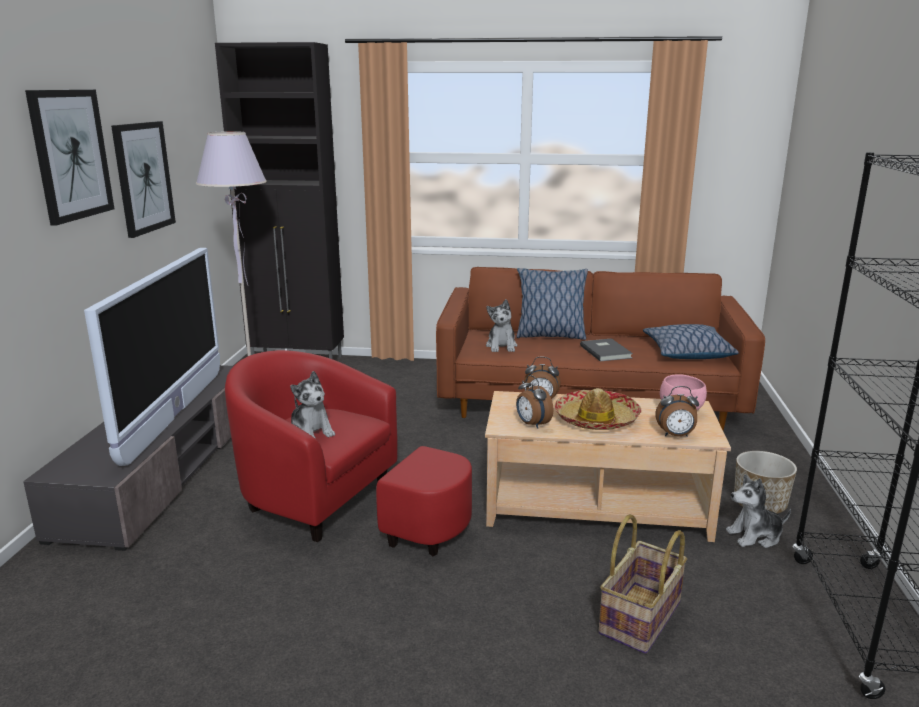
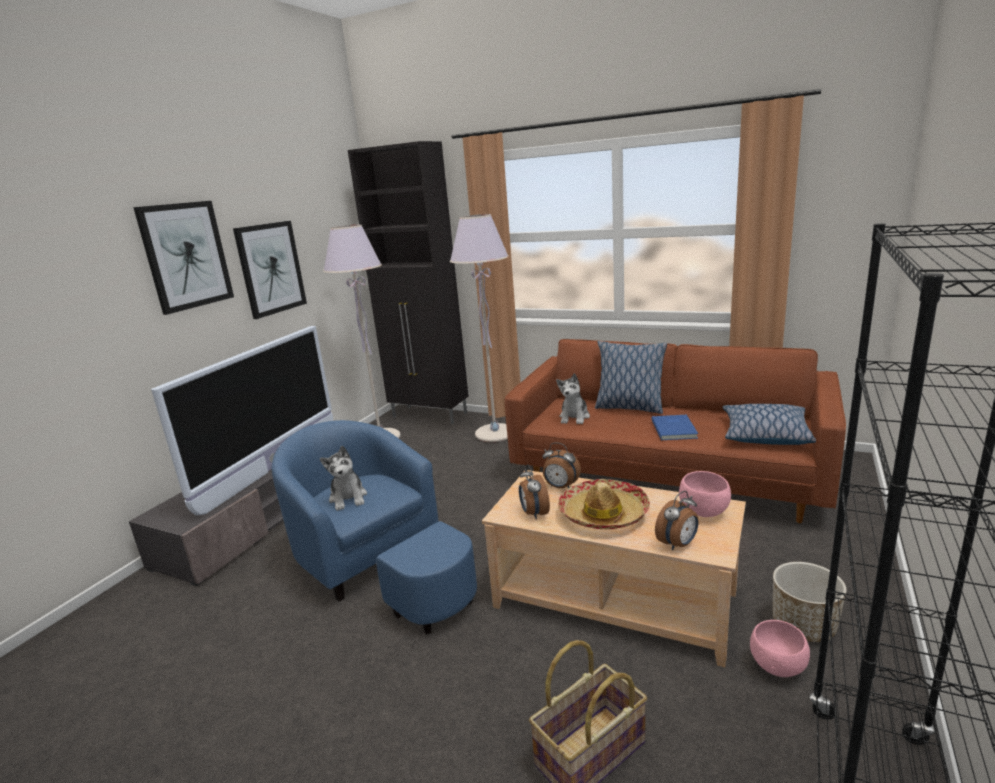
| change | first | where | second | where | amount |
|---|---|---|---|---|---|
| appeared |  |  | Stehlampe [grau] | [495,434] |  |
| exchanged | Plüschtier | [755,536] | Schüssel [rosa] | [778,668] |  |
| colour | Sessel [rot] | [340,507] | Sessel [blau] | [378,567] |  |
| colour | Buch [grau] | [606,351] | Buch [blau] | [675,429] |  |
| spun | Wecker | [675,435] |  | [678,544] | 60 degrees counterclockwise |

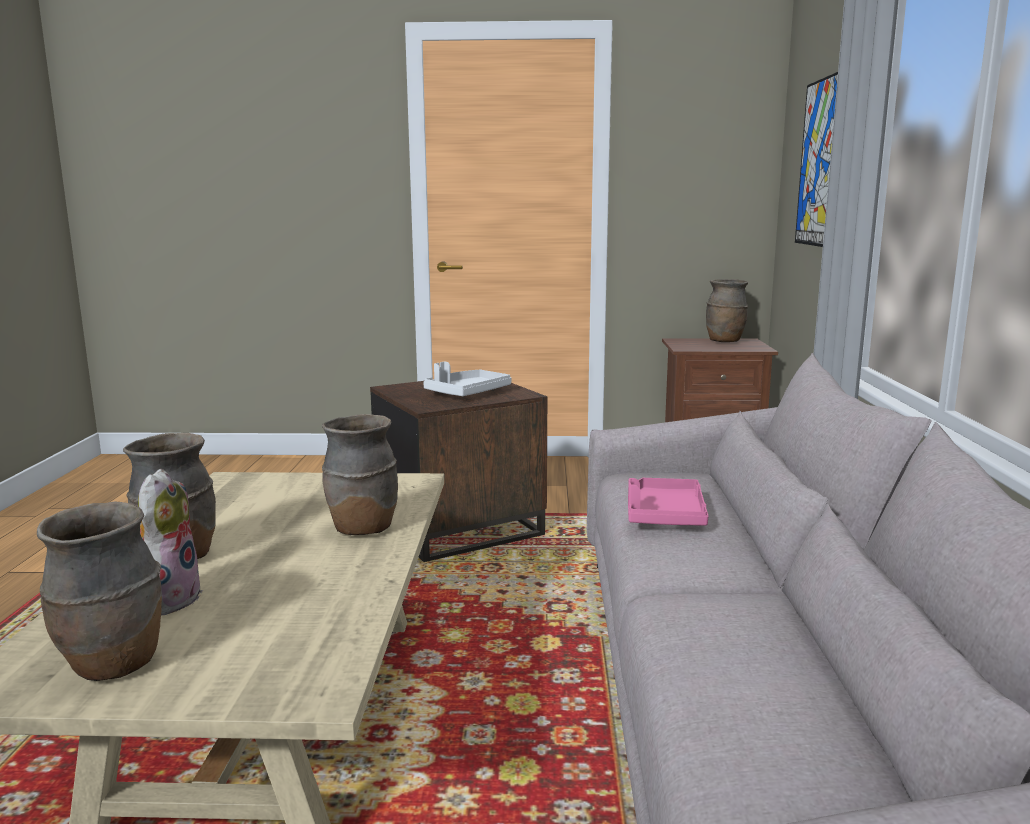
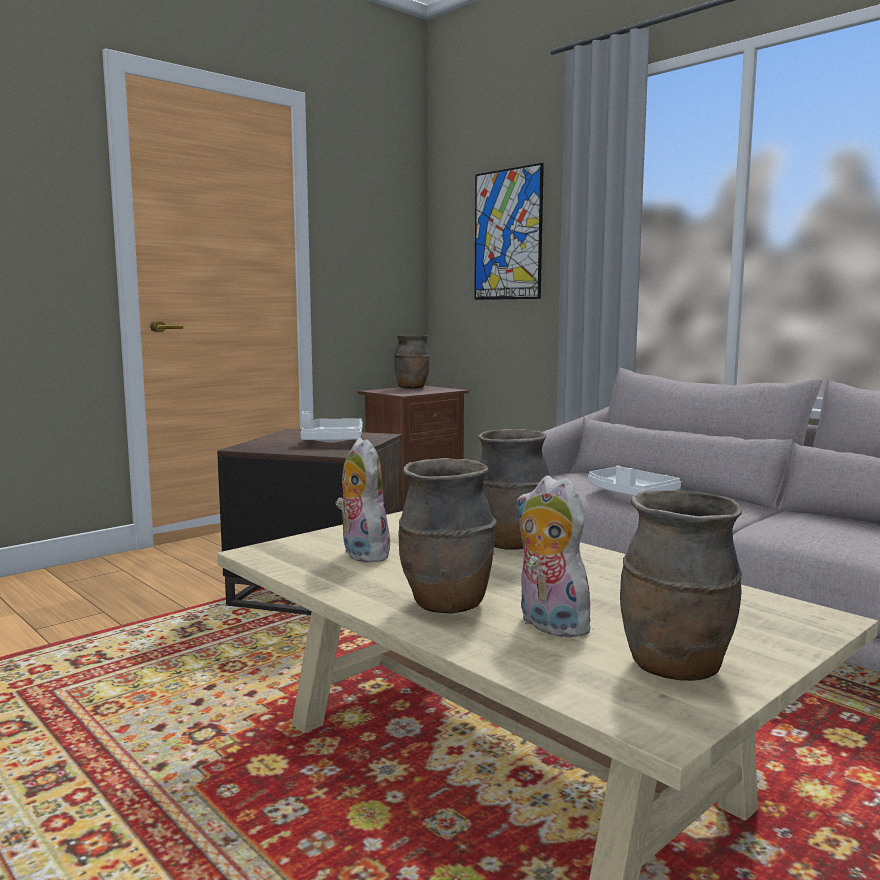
| change | first | where | second | where | amount |
|---|---|---|---|---|---|
| appeared |  |  | Plüschtier | [361,554] |  |
| colour | Tablett [rosa] | [664,515] | Tablett [weiß] | [630,494] |  |

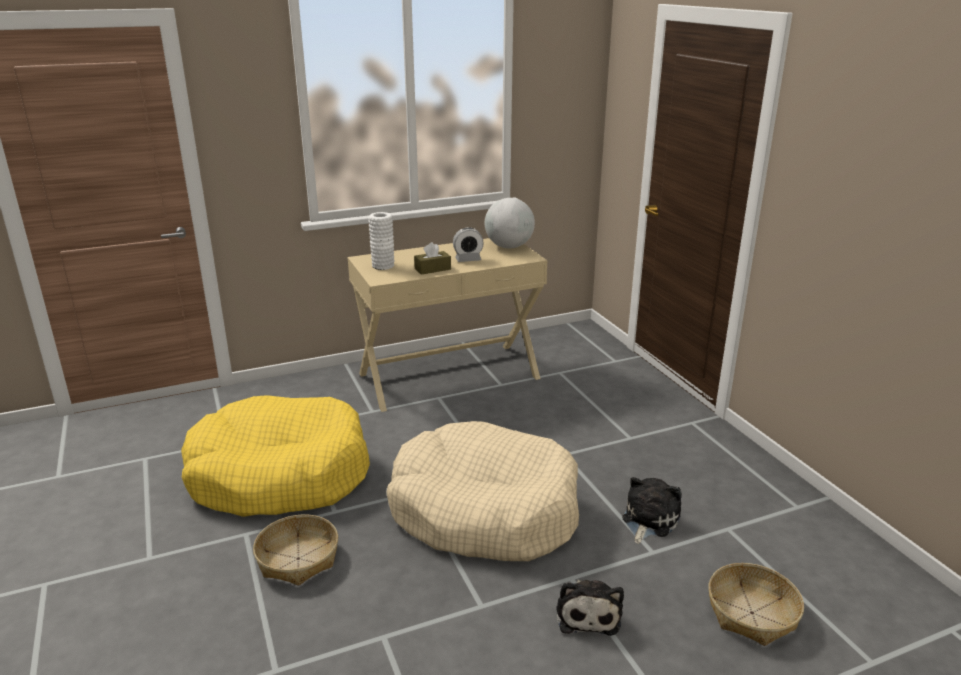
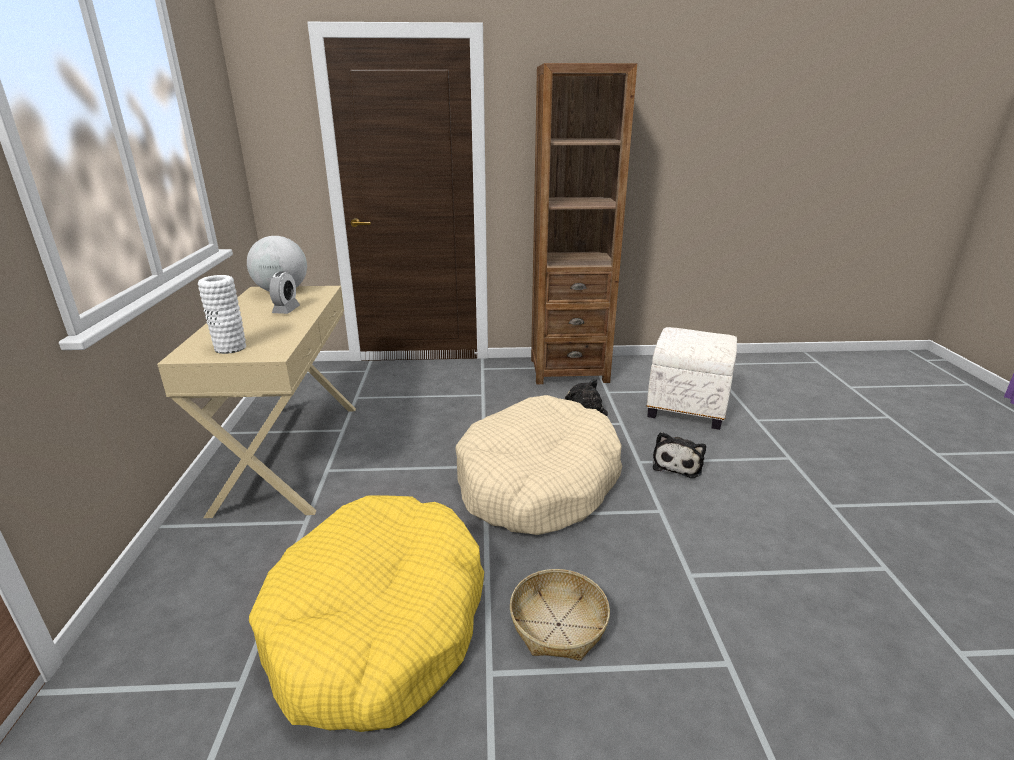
| change | first | where | second | where | amount |
|---|---|---|---|---|---|
| missing | Taschentuchbox [braun] | [432,269] |  |  |  |
| appeared |  |  | Bücherregal [braun] | [568,370] |  |
| exchanged | Korb | [752,613] | Polsterhocker [weiß] | [687,408] |  |
| spun | Plüschtier | [587,613] |  | [677,464] | 90 degrees clockwise |

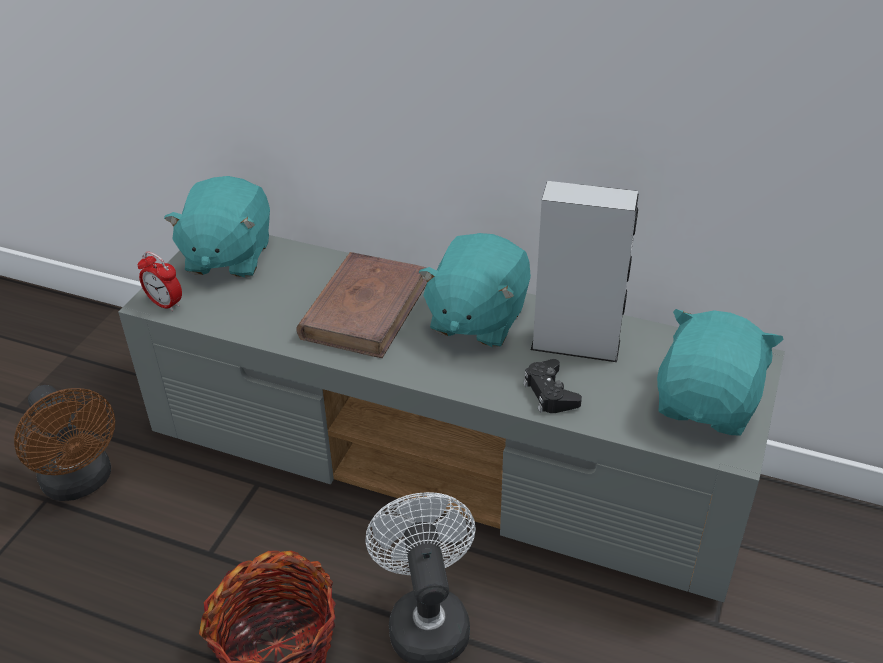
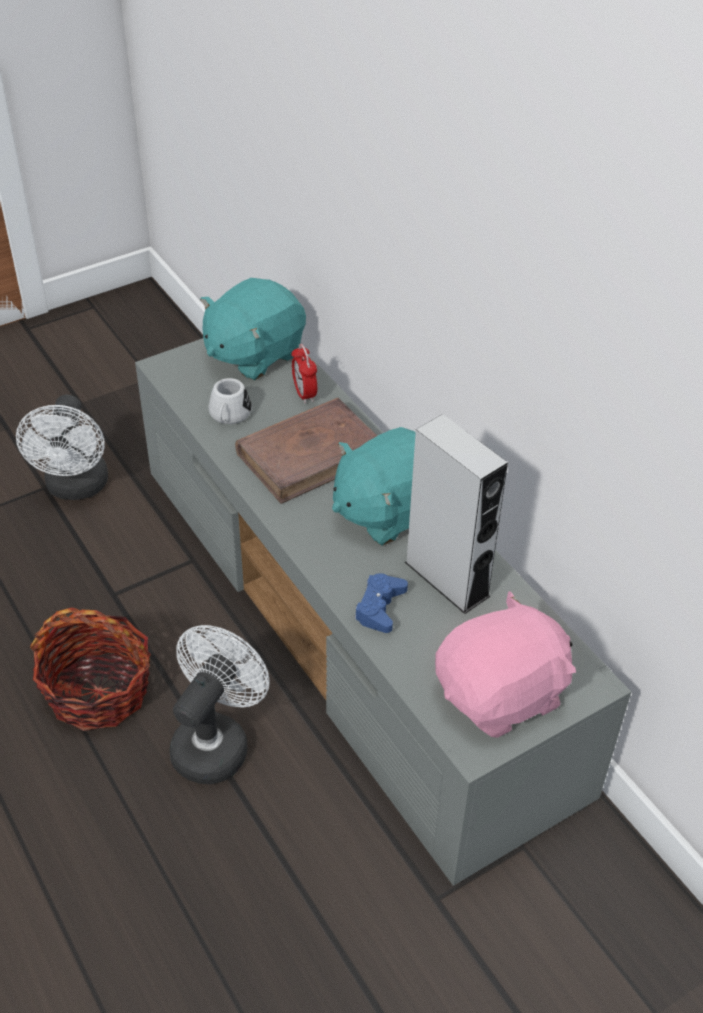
| change | first | where | second | where | amount |
|---|---|---|---|---|---|
| appeared |  |  | Henkelbecher [weiß] | [228,416] |  |
| relocated | Wecker | [165,304] |  | [304,394] |  |
| colour | Ventilator [braun] | [81,483] | Ventilator [weiß] | [76,488] |  |
| colour | Gamepad [schwarz] | [550,393] | Gamepad [blau] | [380,607] |  |
| colour | Plüschtier [türkis] | [708,404] | Plüschtier [rosa] | [501,695] |  |

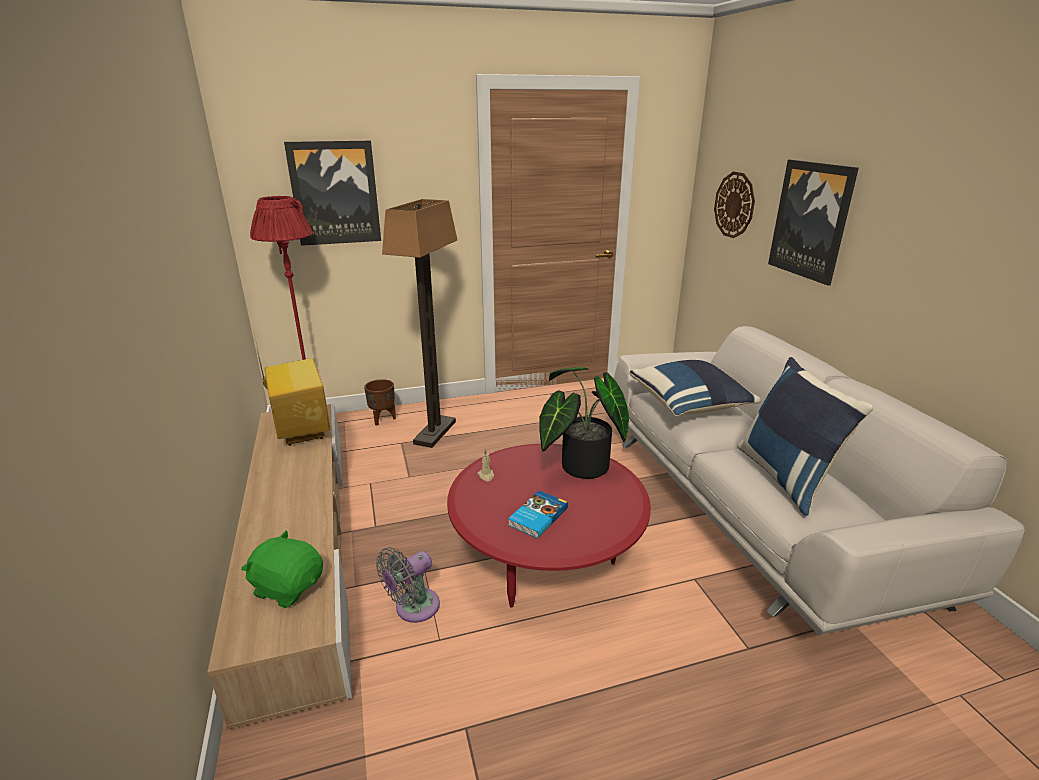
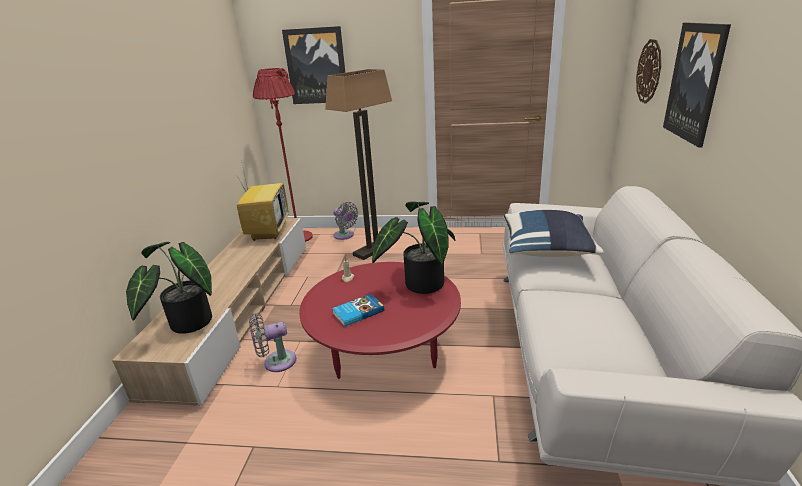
| change | first | where | second | where | amount |
|---|---|---|---|---|---|
| missing | Kissen [blau] | [786,477] |  |  |  |
| exchanged | Plüschtier [grün] | [288,587] | Topfpflanze | [186,324] |  |
| exchanged | Pflanzkübel [braun] | [383,419] | Ventilator [grau] | [345,236] |  |

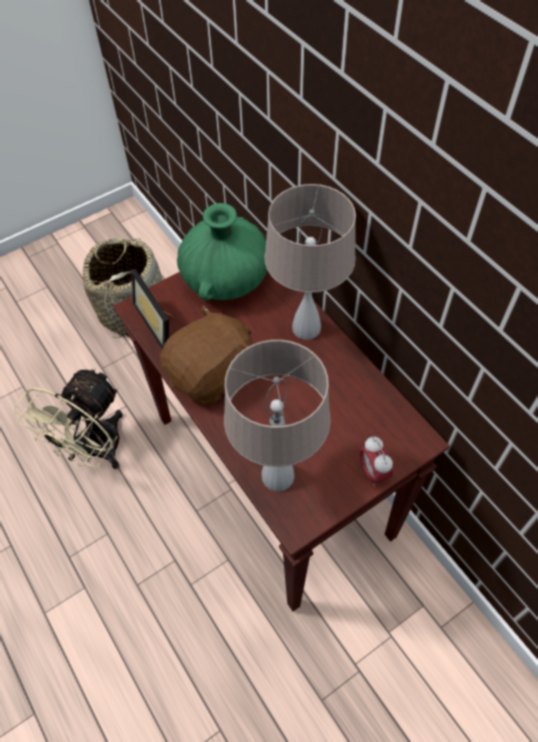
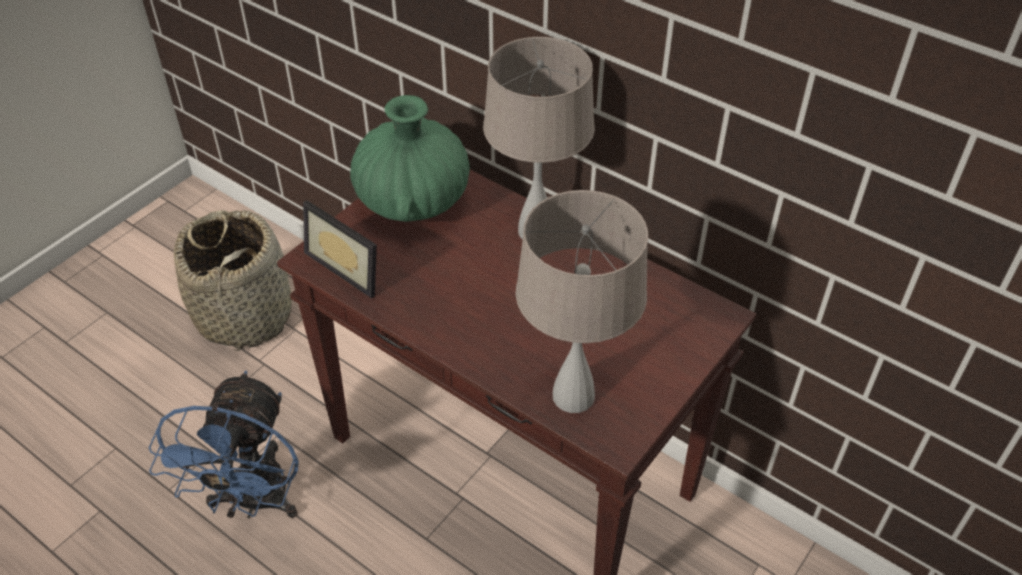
| change | first | where | second | where | amount |
|---|---|---|---|---|---|
| missing | Plüschtier [braun] | [212,374] |  |  |  |
| missing | Wecker | [373,472] |  |  |  |
| colour | Ventilator [beige] | [94,451] | Ventilator [blau] | [254,503] |  |

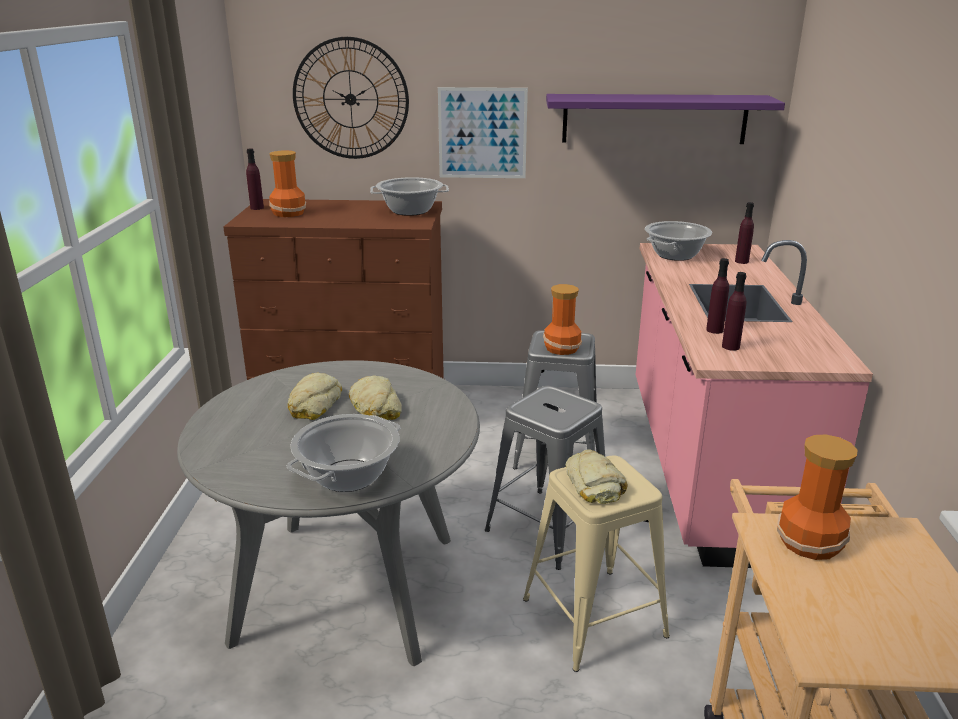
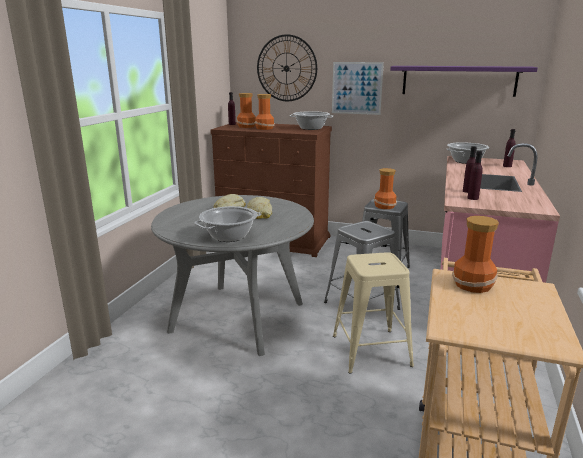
| change | first | where | second | where | amount |
|---|---|---|---|---|---|
| missing | Brot | [594,484] |  |  |  |
| appeared |  |  | Vase | [264,128] |  |

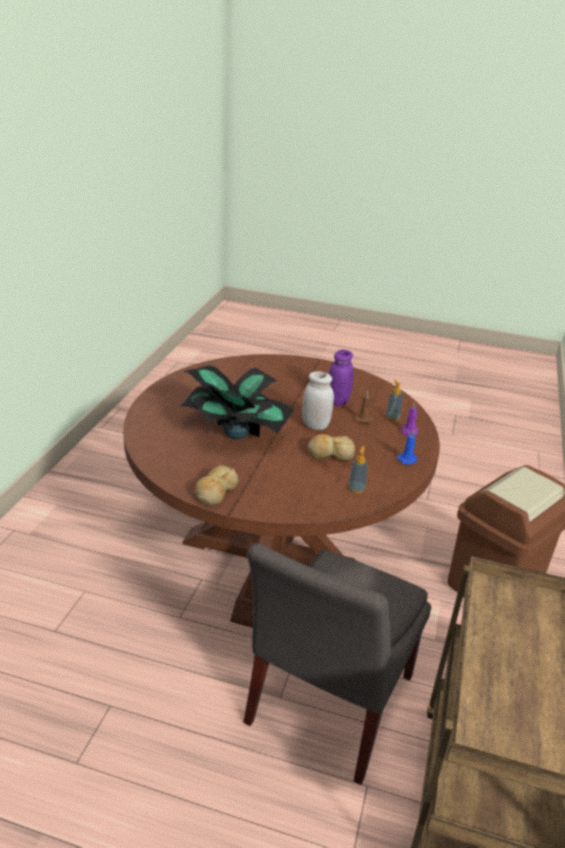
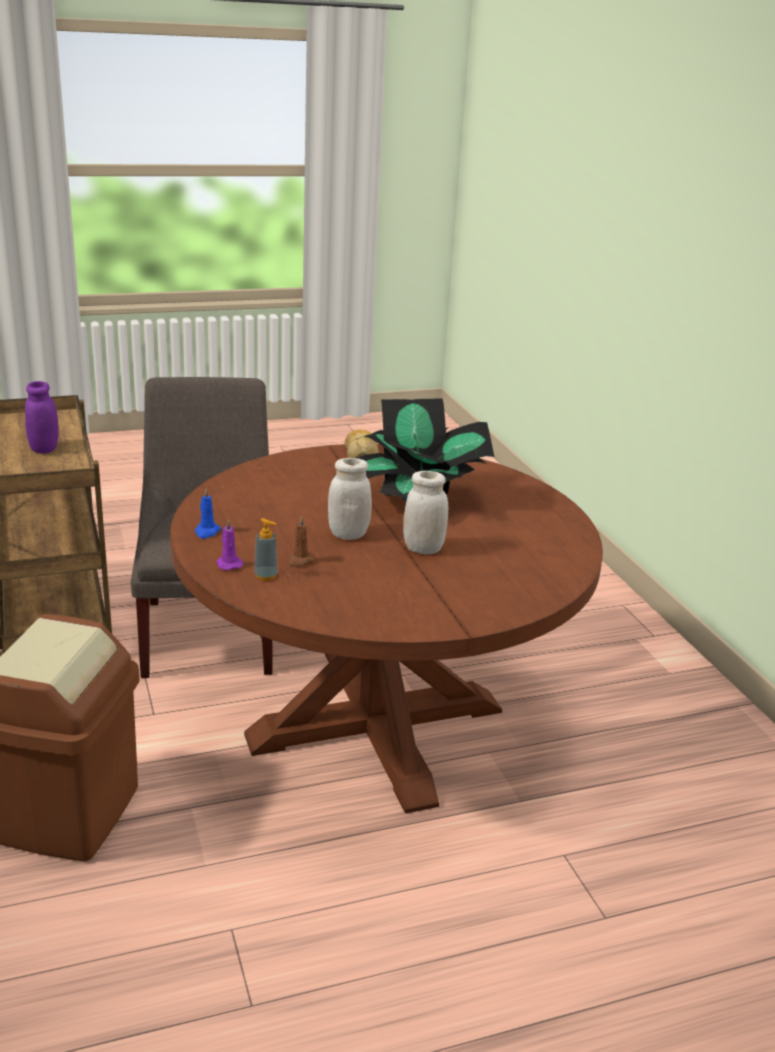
| change | first | where | second | where | amount |
|---|---|---|---|---|---|
| missing | Brot | [330,453] |  |  |  |
| missing | Seifenspender | [356,489] |  |  |  |
| appeared |  |  | Vorratsglas [weiß] | [423,549] |  |
| relocated | Vorratsglas [lila] | [337,401] |  | [44,449] |  |

